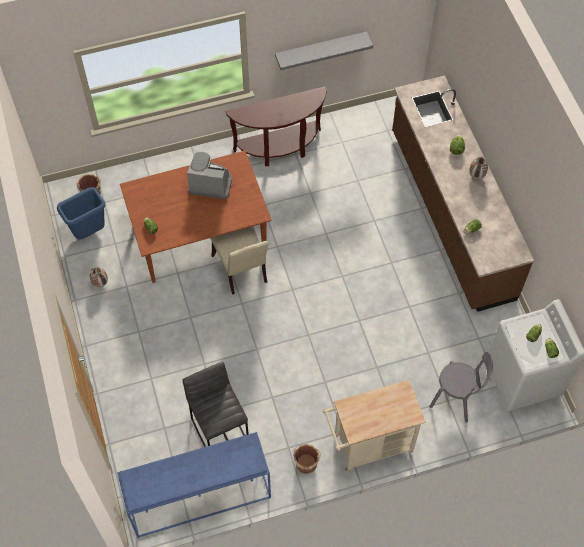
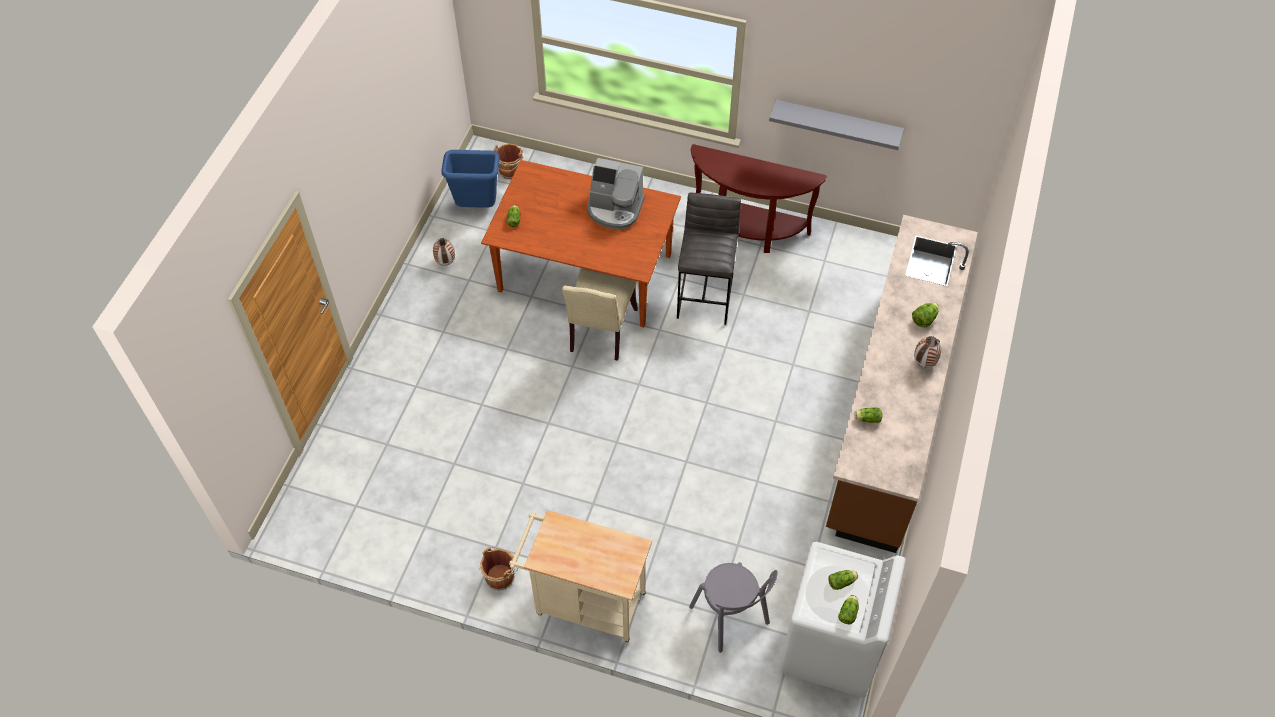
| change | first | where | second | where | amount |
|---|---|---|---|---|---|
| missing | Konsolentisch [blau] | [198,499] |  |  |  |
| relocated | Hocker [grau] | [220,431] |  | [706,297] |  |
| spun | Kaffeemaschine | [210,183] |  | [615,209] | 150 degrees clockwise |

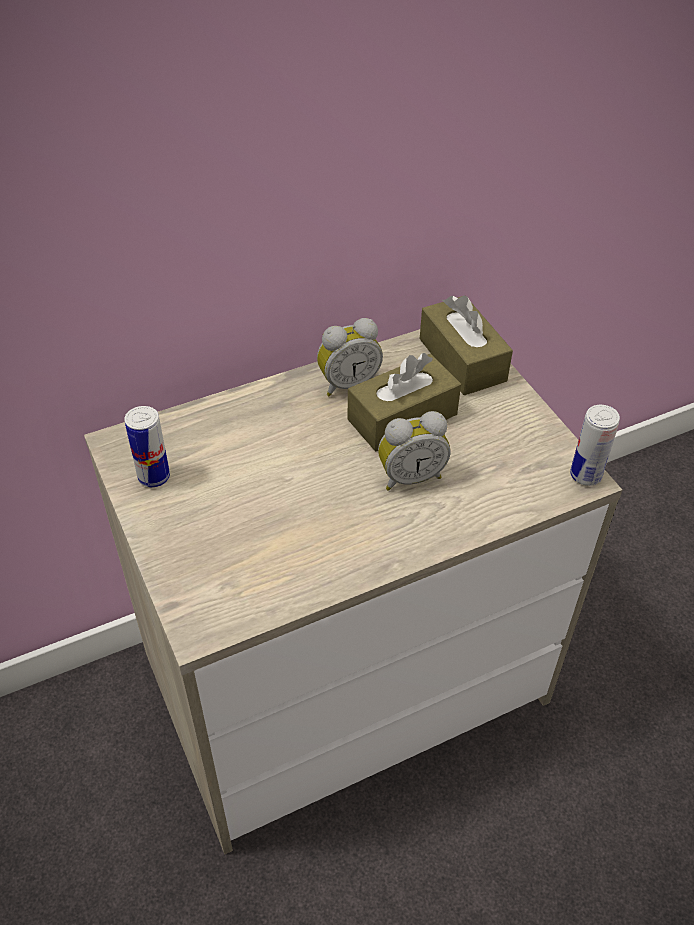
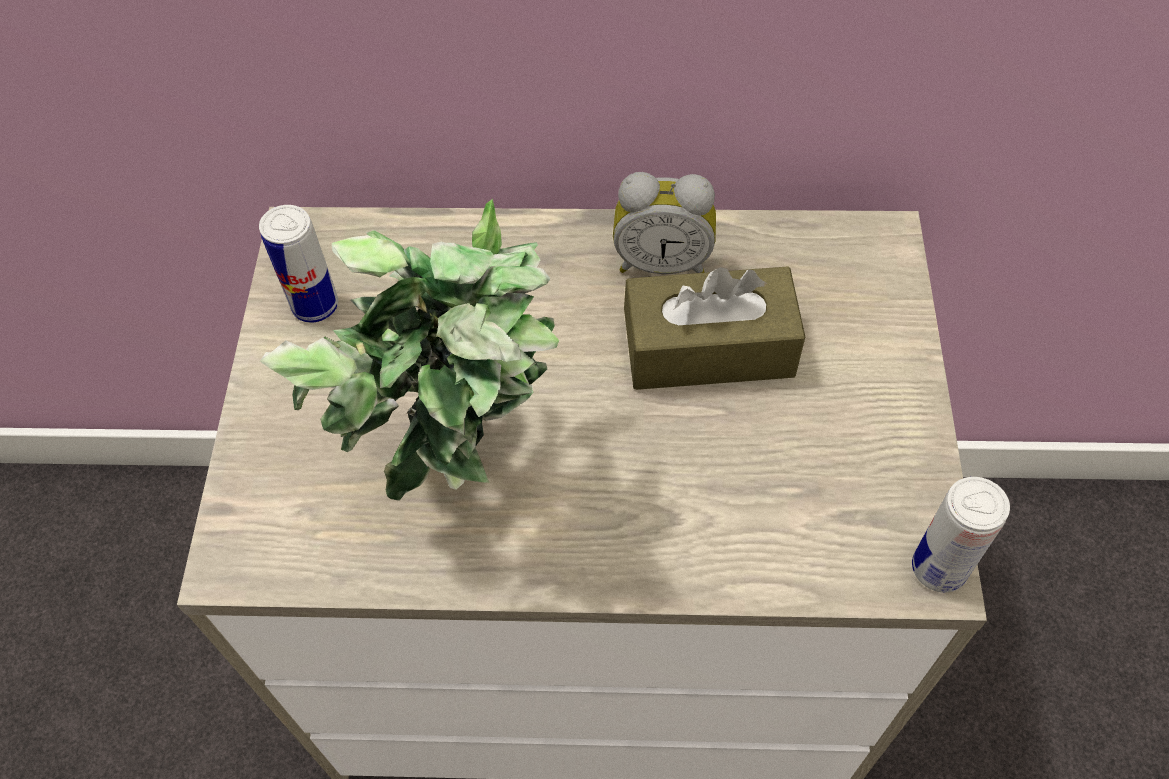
| change | first | where | second | where | amount |
|---|---|---|---|---|---|
| missing | Wecker | [410,476] |  |  |  |
| missing | Taschentuchbox [braun] | [462,360] |  |  |  |
| appeared |  |  | Topfpflanze | [464,480] |  |

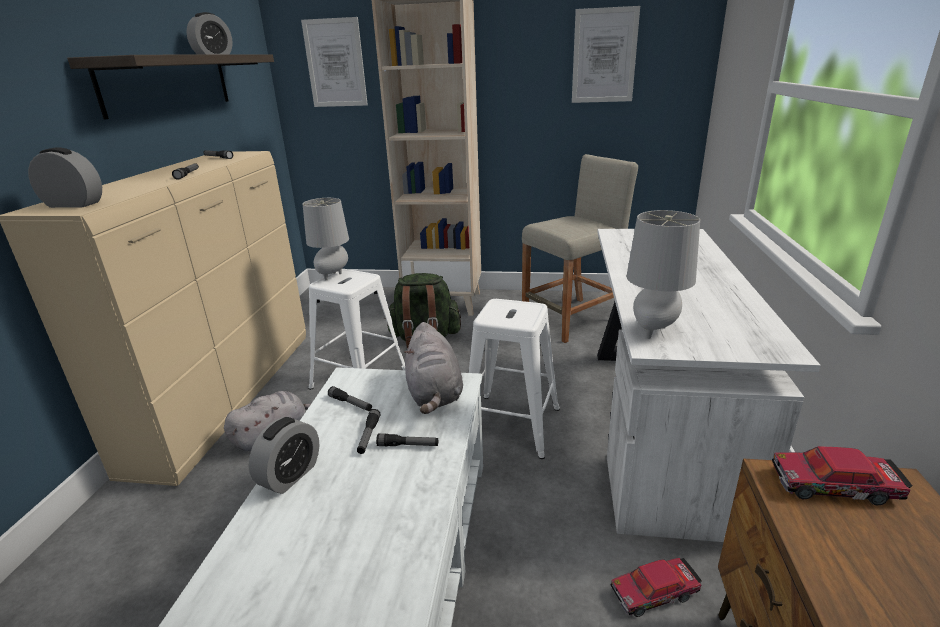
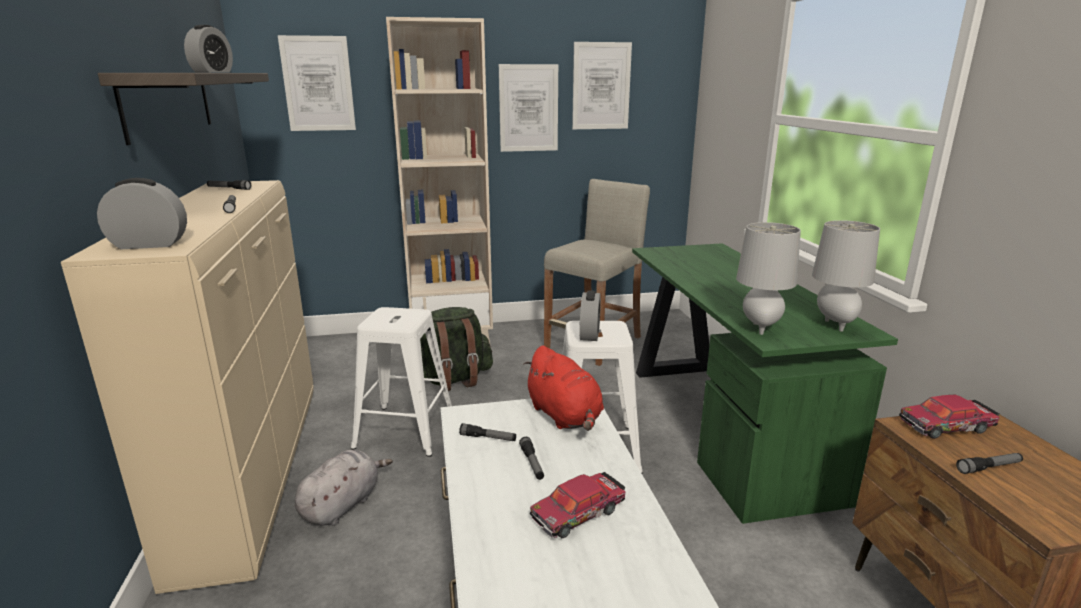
| change | first | where | second | where | amount |
|---|---|---|---|---|---|
| appeared |  |  | Bild | [528,108] |  |
| relocated | Wecker | [290,475] |  | [589,334] |  |
| relocated | Tischlampe [grau] | [333,275] |  | [833,324] |  |
| relocated | Taschenlampe | [408,445] |  | [989,467] |  |
| relocated | Spielzeugauto | [655,592] |  | [579,512] |  |
| colour | Plüschtier [grau] | [434,394] | Plüschtier [rot] | [565,416] |  |
| colour | Schreibtisch [weiß] | [657,422] | Schreibtisch [grün] | [722,424] |  |

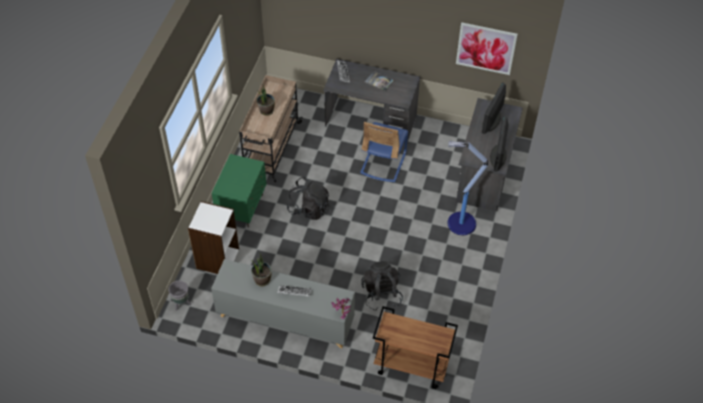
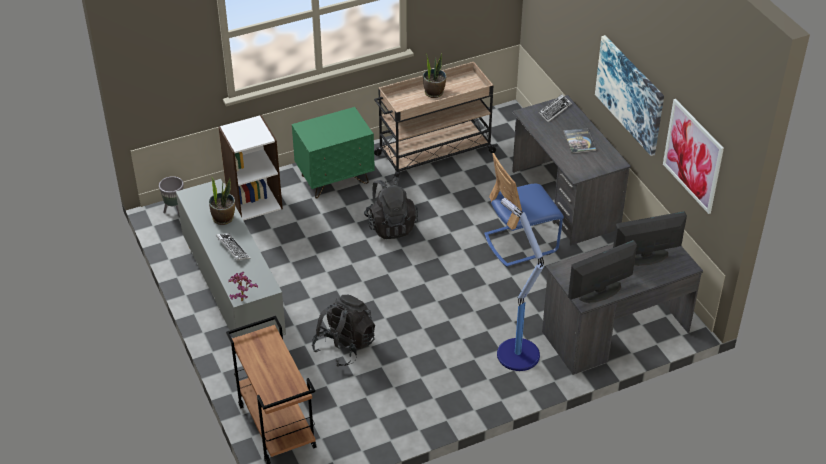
| change | first | where | second | where | amount |
|---|---|---|---|---|---|
| appeared |  |  | Bild | [630,94] |  |

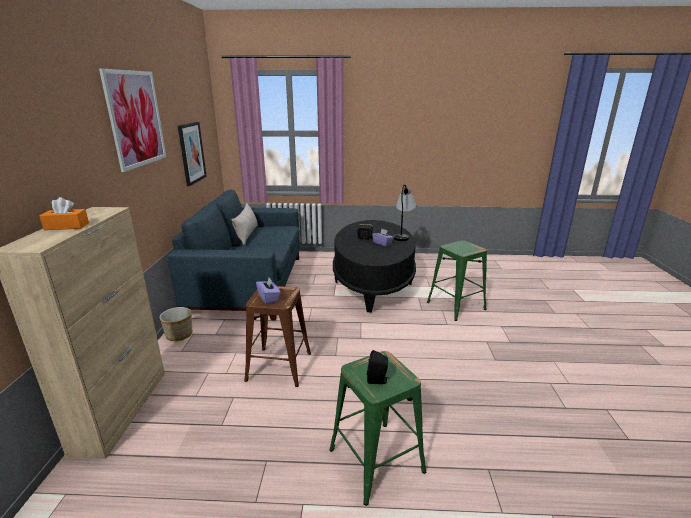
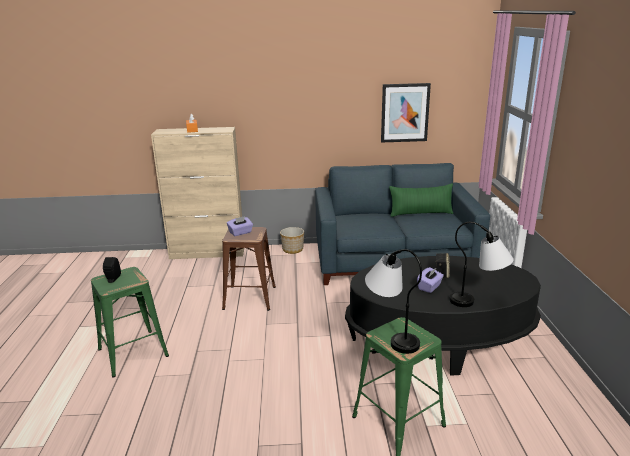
| change | first | where | second | where | amount |
|---|---|---|---|---|---|
| missing | Bild | [136,119] |  |  |  |
| appeared |  |  | Tischlampe | [391,335] |  |
| colour | Kissen [beige] | [247,235] | Kissen [grün] | [420,213] |  |

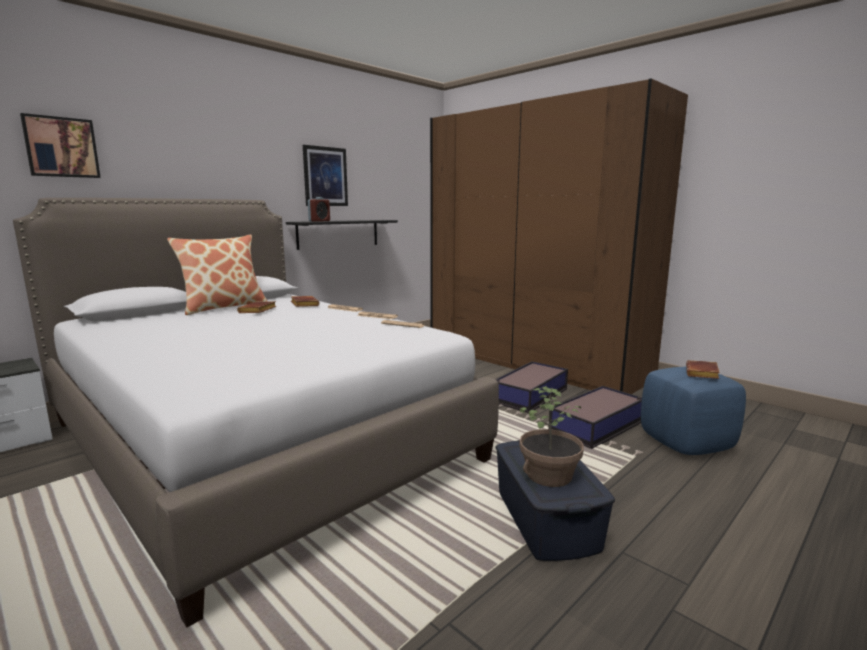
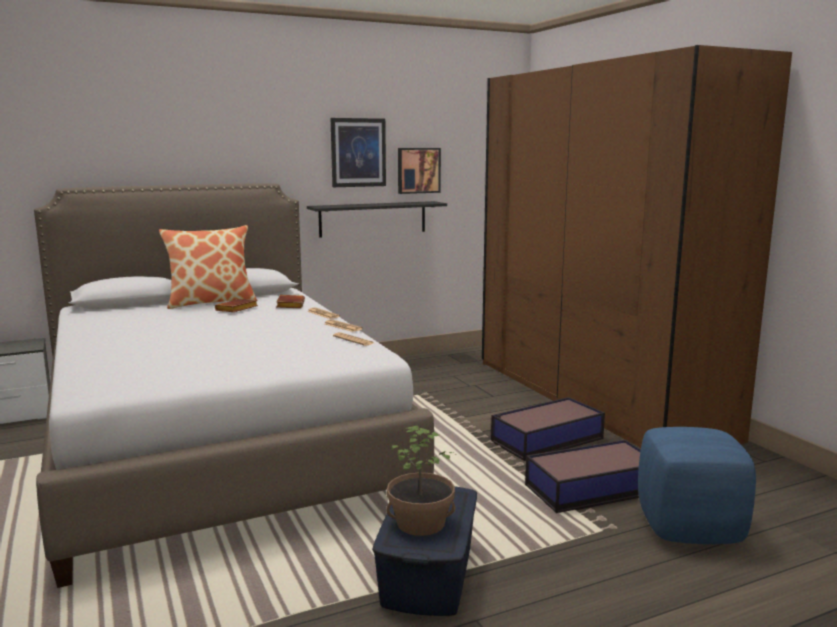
| change | first | where | second | where | amount |
|---|---|---|---|---|---|
| missing | Wecker | [319,221] |  |  |  |
| missing | Buch [braun] | [703,374] |  |  |  |
| relocated | Bild | [61,147] |  | [418,170] |  |

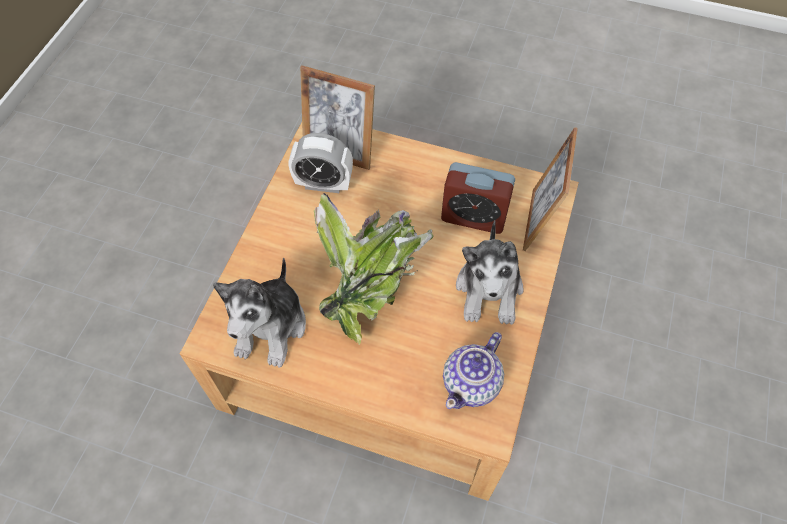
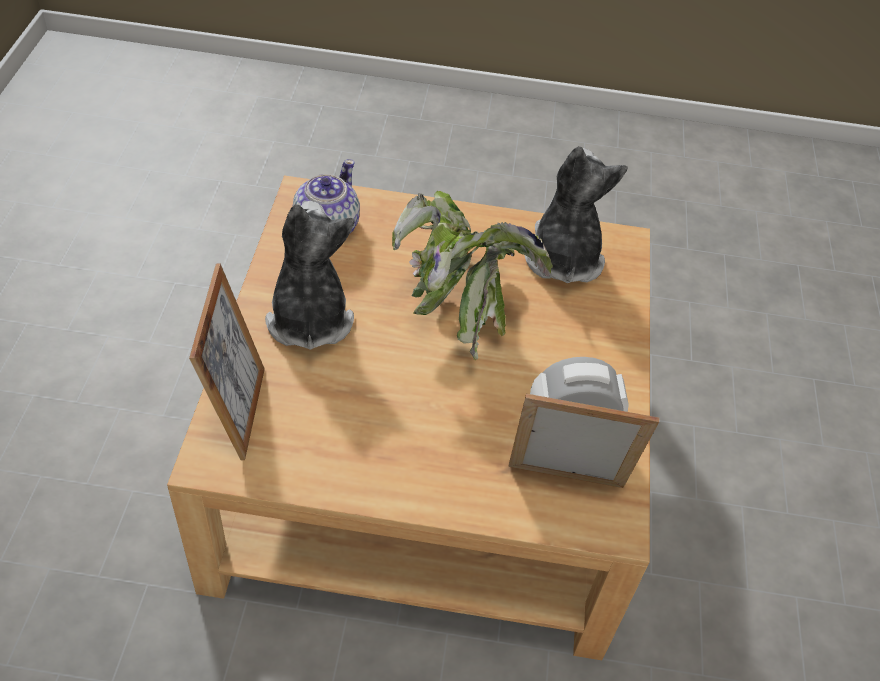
| change | first | where | second | where | amount |
|---|---|---|---|---|---|
| missing | Wecker | [473,217] |  |  |  |

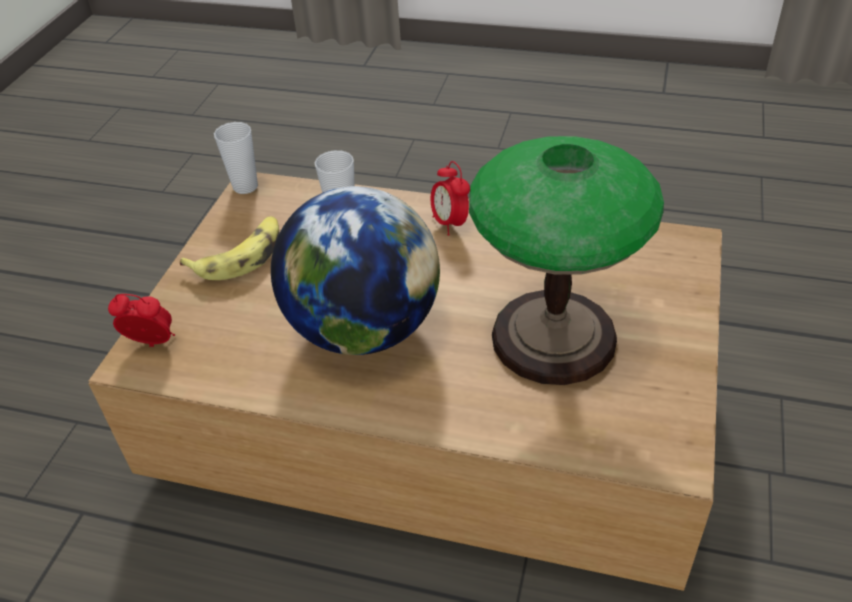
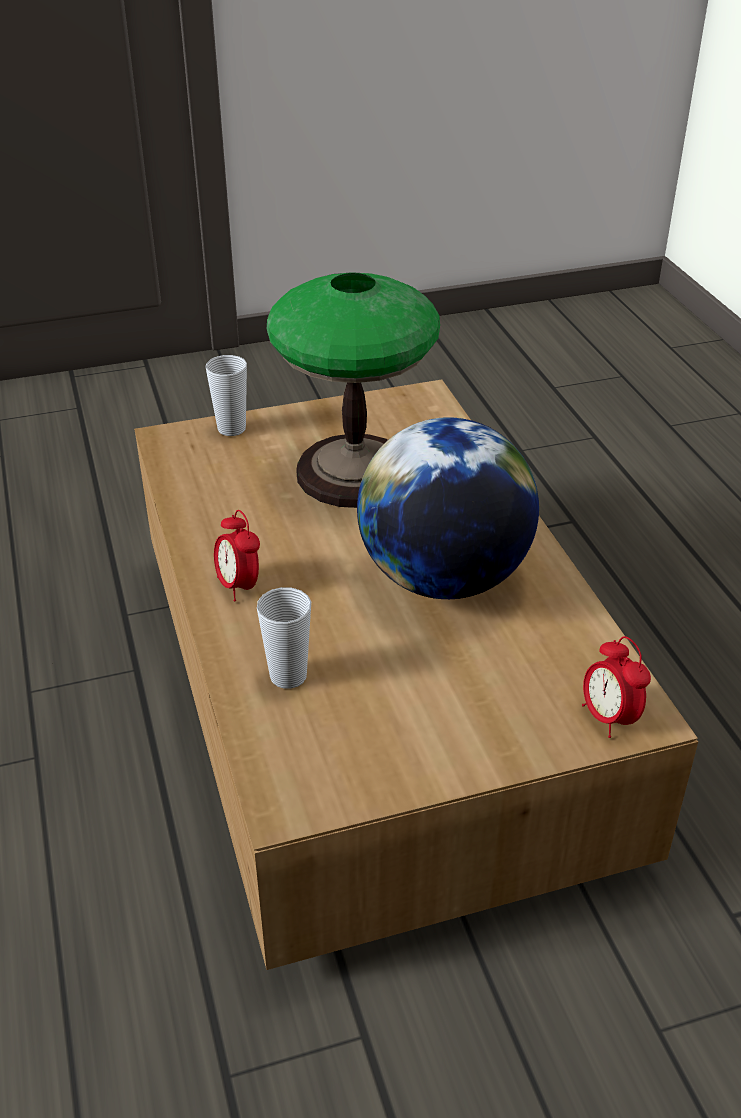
| change | first | where | second | where | amount |
|---|---|---|---|---|---|
| missing | Banane | [240,256] |  |  |  |
| relocated | Tasse | [245,187] |  | [231,429] |  |
| spun | Wecker | [450,223] |  | [239,586] | 120 degrees clockwise |

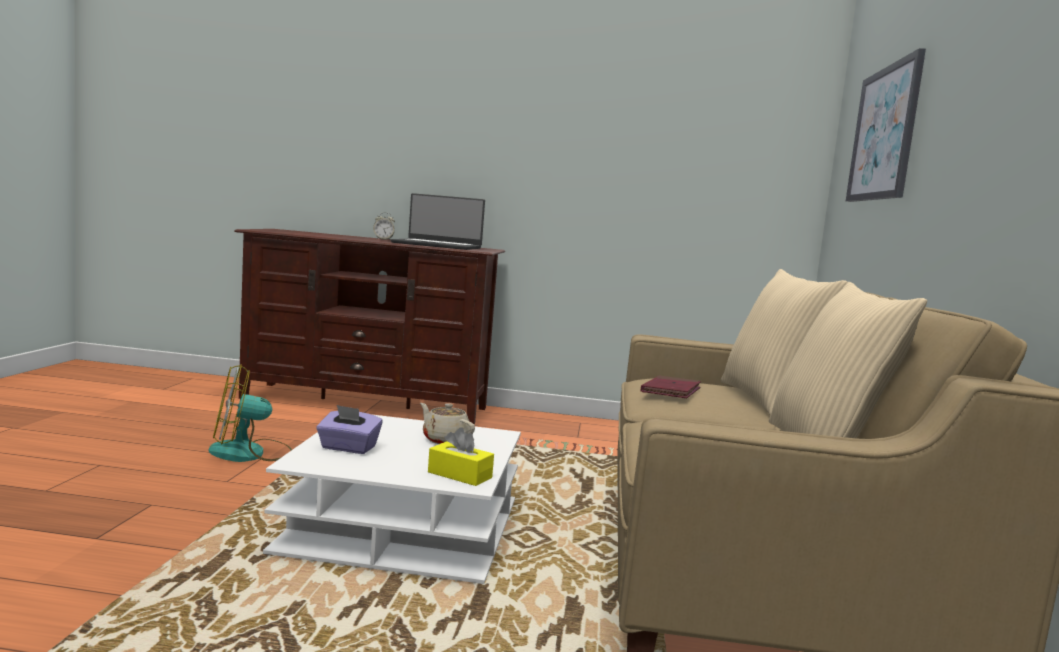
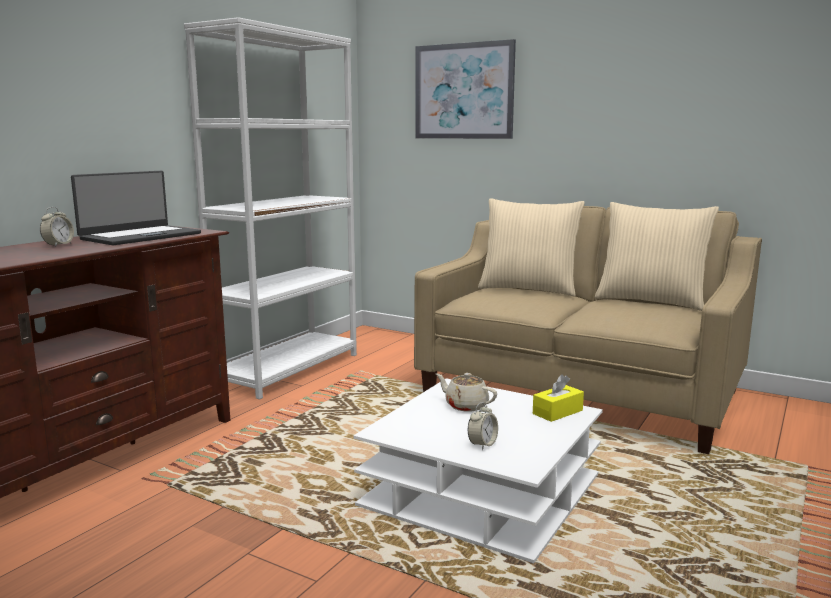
| change | first | where | second | where | amount |
|---|---|---|---|---|---|
| missing | Ventilator | [250,453] |  |  |  |
| missing | Buch [rot] | [671,391] |  |  |  |
| appeared |  |  | Bücherregal [weiß] | [289,369] |  |
| exchanged | Taschentuchbox [lila] | [348,448] | Wecker | [482,444] |  |
| spun | Teekanne [beige] | [445,440] |  | [465,406] | 60 degrees clockwise |

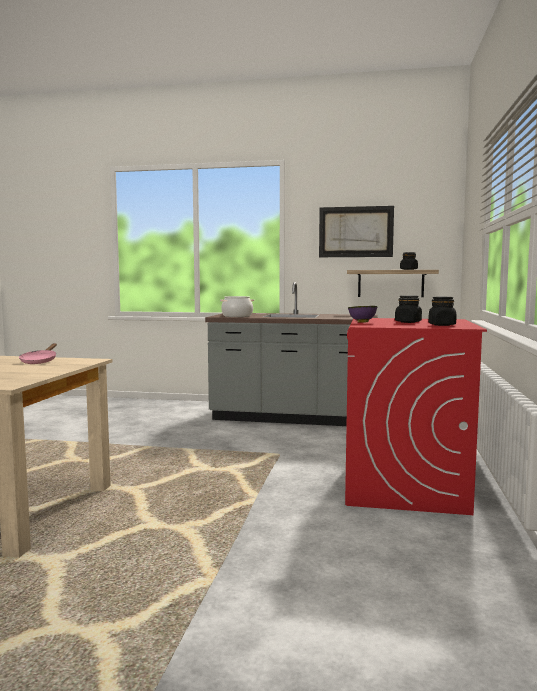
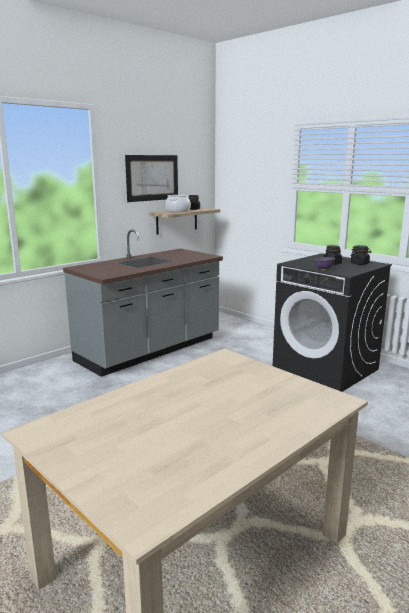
| change | first | where | second | where | amount |
|---|---|---|---|---|---|
| missing | Pfanne [rosa] | [40,361] |  |  |  |
| relocated | Kochtopf | [237,316] |  | [178,211] |  |
| colour | Waschmaschine [rot] | [405,486] | Waschmaschine [schwarz] | [326,368] |  |

